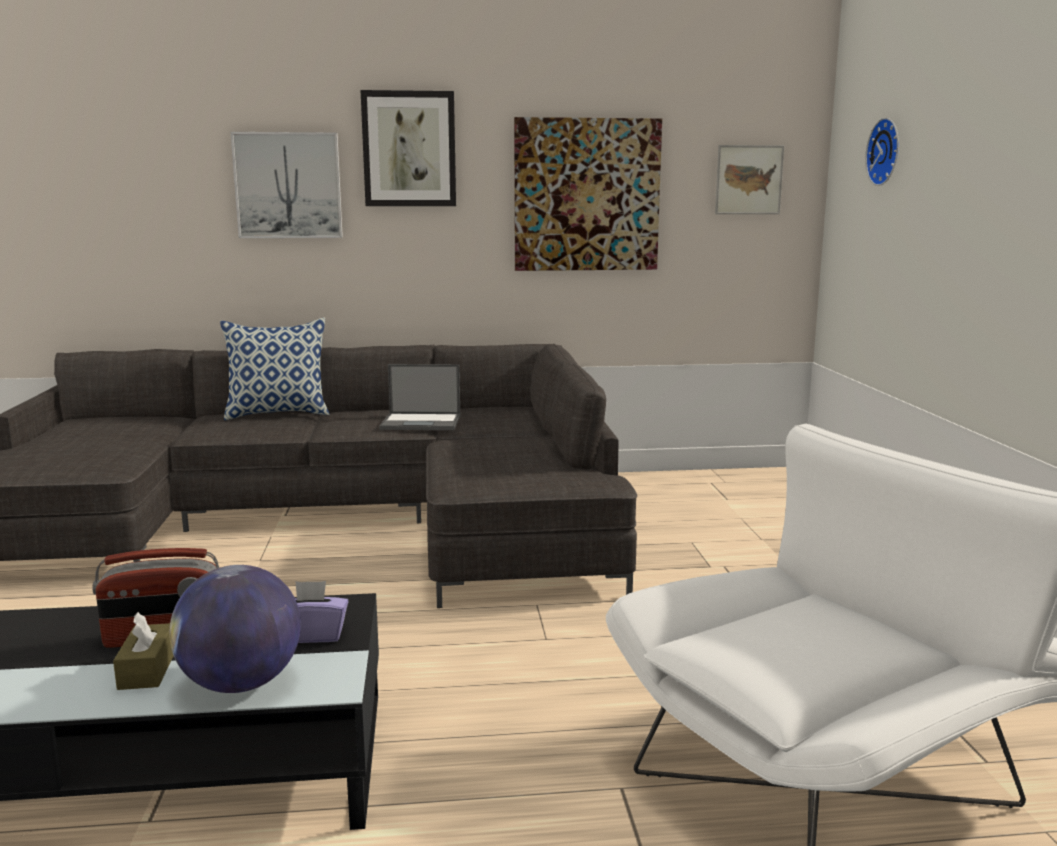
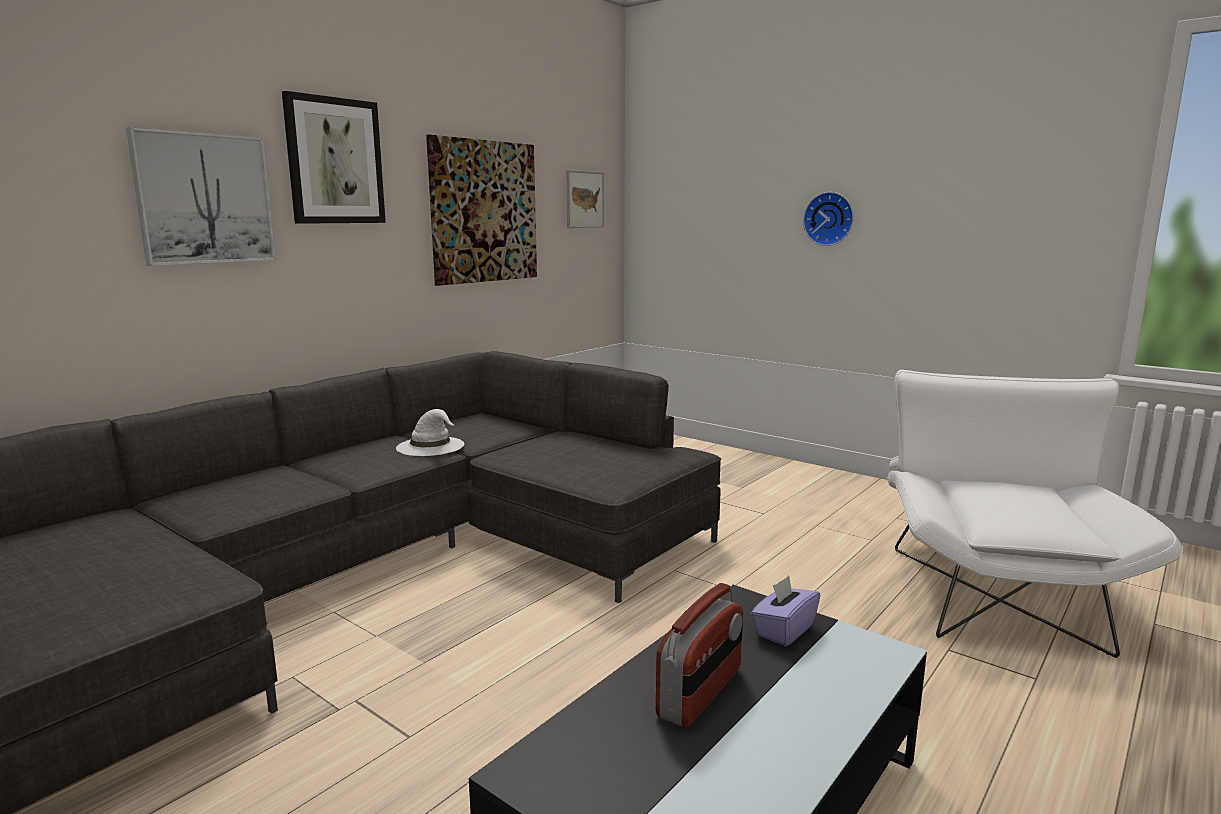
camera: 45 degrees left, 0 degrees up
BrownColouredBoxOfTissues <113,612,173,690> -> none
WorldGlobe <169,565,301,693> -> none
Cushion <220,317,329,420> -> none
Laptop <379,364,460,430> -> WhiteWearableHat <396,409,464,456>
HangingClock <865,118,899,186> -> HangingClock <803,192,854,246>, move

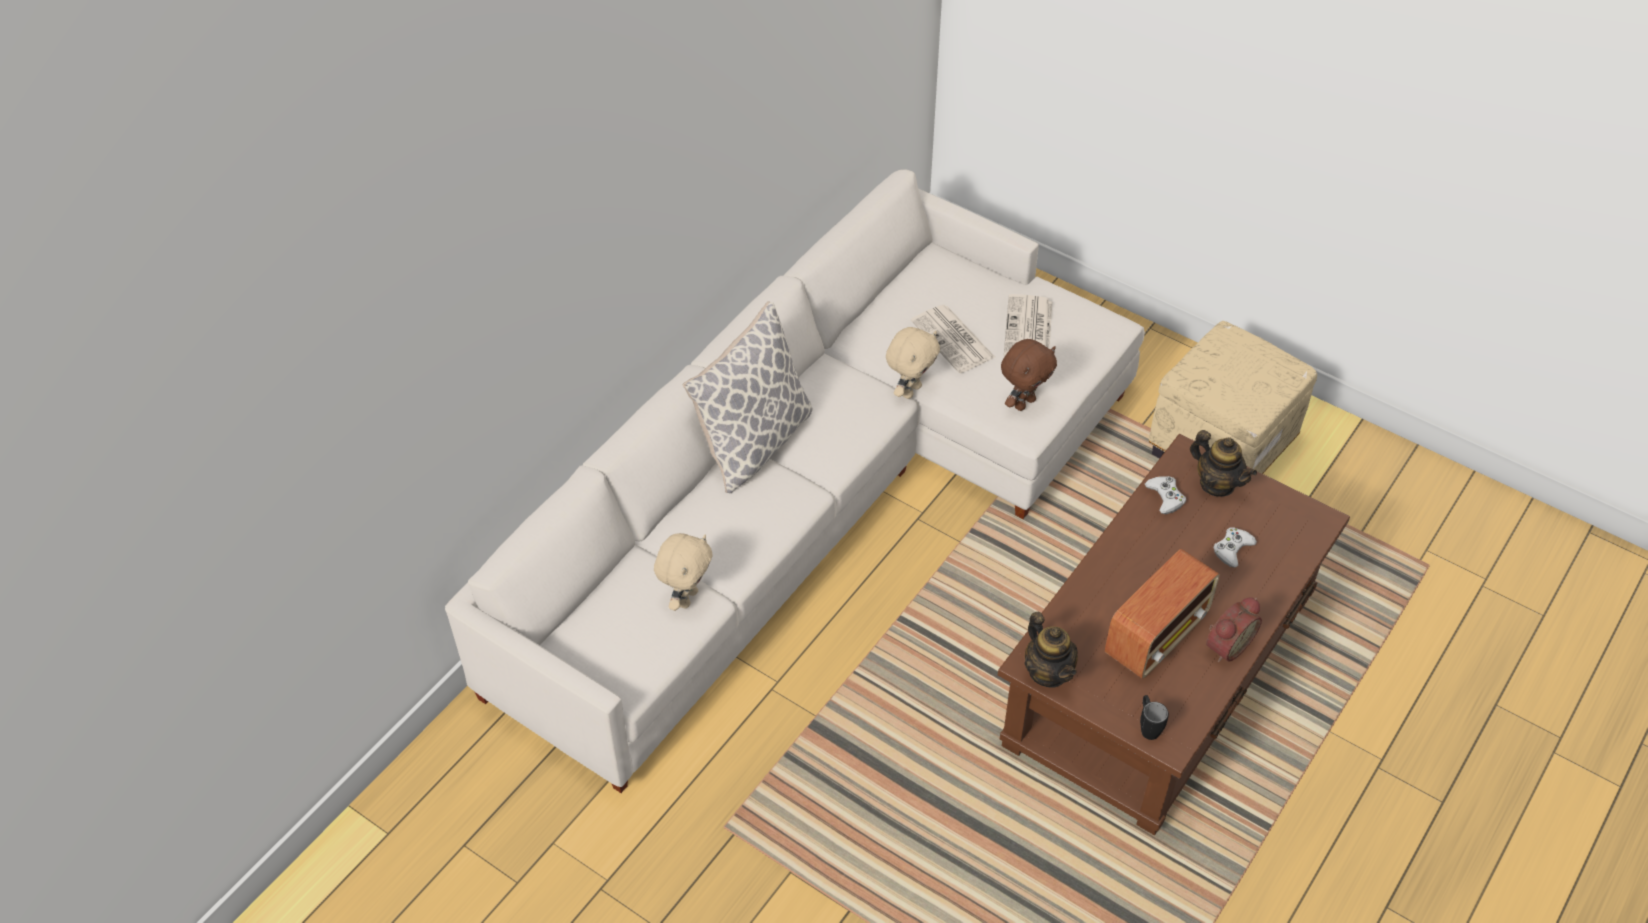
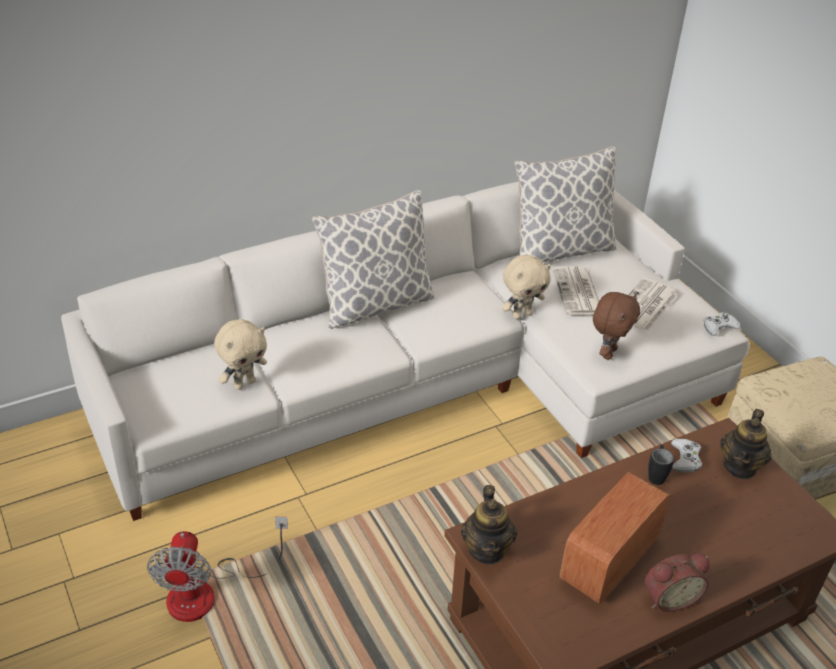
camera: 25 degrees right, 10 degrees down
BrownColouredSoftToy <1001,339,1057,411> -> BrownColouredSoftToy <593,292,640,360>, 45 degrees counterclockwise
RadioSet <1105,549,1220,679> -> RadioSet <560,472,670,604>, 150 degrees clockwise
BlackColouredCoffeeMug <1140,695,1169,740> -> BlackColouredCoffeeMug <648,445,674,485>, move
PotForTea <1190,430,1257,496> -> PotForTea <720,409,772,479>, 45 degrees clockwise
WhiteGameController <1213,528,1257,567> -> WhiteGameController <703,312,741,336>, move
none -> CoolingFan <147,517,288,622>
none -> Cushion <514,146,616,263>

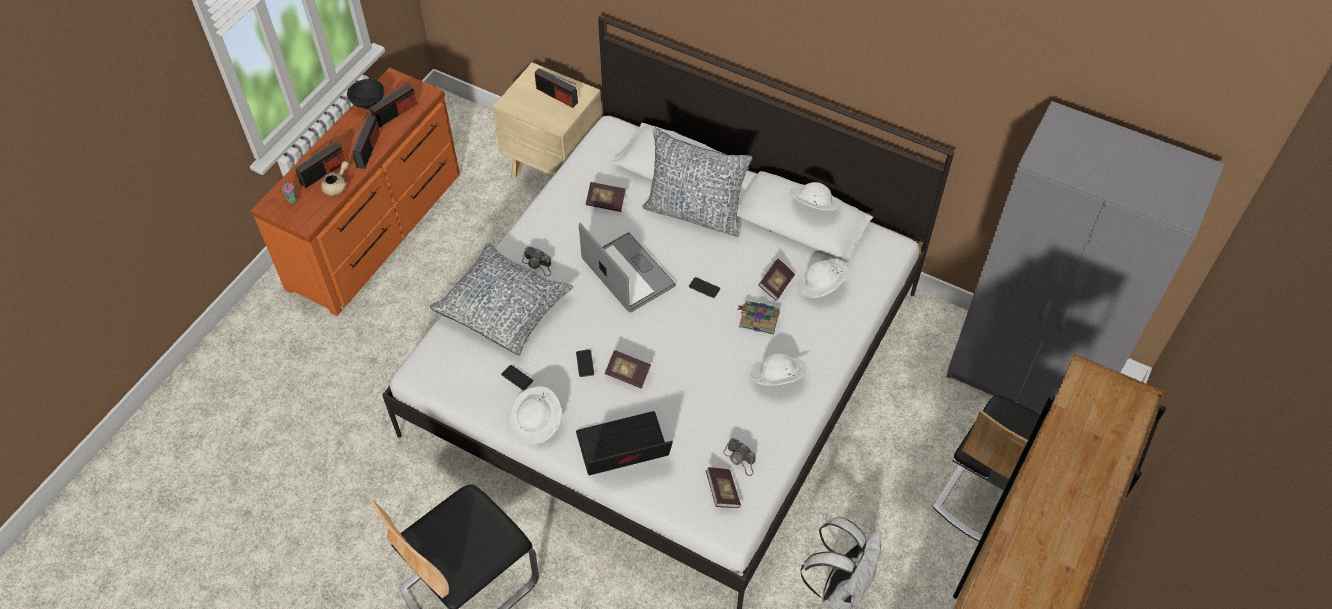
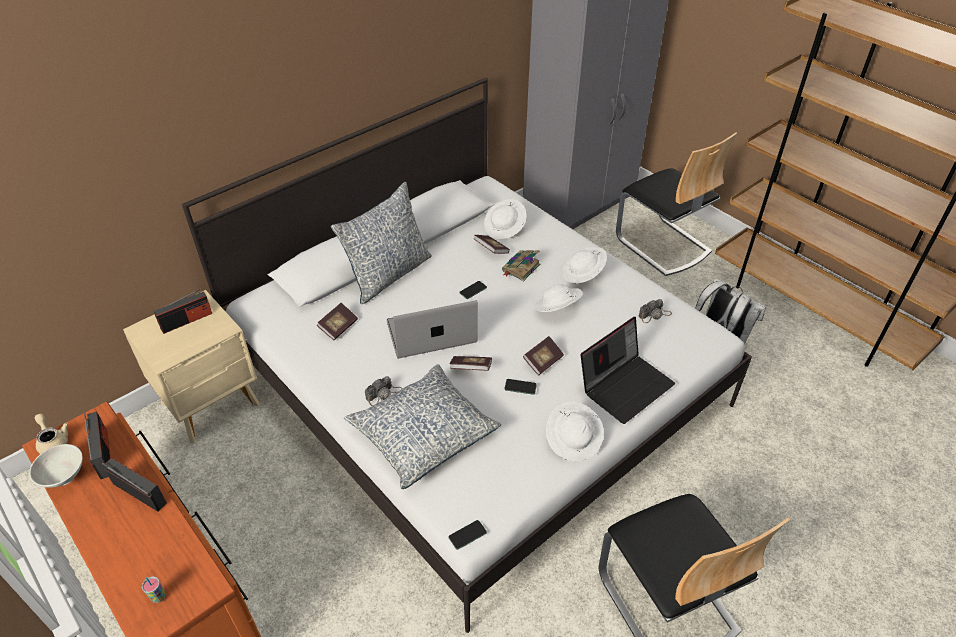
camera: 70 degrees left, 10 degrees down
RadioSet <295,139,345,189> -> none
SandColouredPotForTea <321,161,349,196> -> SandColouredPotForTea <35,413,68,454>, move
BlackColouredServingBowl <347,79,385,110> -> WhiteServingBowl <29,444,83,488>
Phone <501,365,533,390> -> Phone <448,520,487,550>, move
Laptop <576,411,673,475> -> Laptop <580,317,675,424>, 135 degrees counterclockwise
Volume <706,467,741,508> -> Volume <450,356,492,371>, move
WhiteWearableHat <790,182,841,210> -> WhiteWearableHat <534,284,583,312>, move

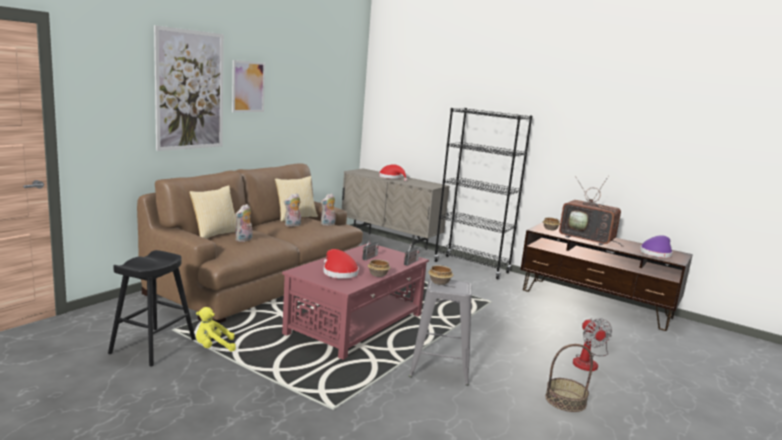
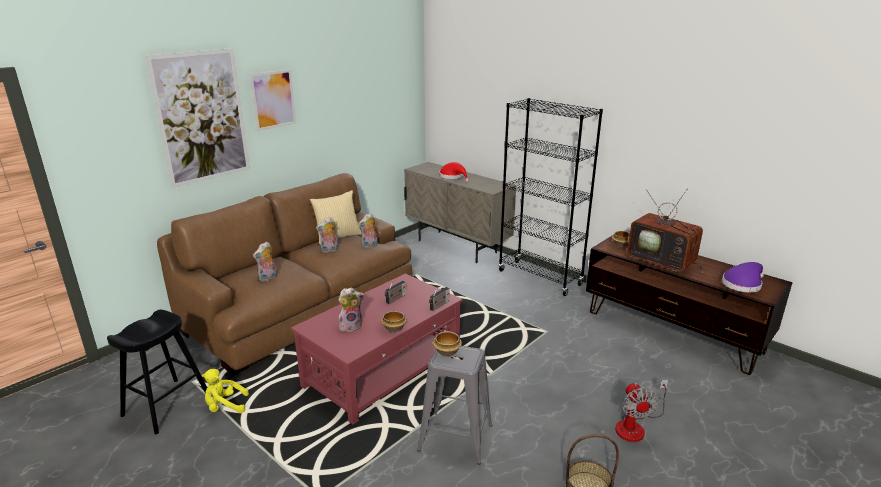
camera: 10 degrees right, 10 degrees up
Cushion <189,185,237,239> -> none
RedWearableHat <323,249,359,279> -> SoftToy <338,287,364,332>

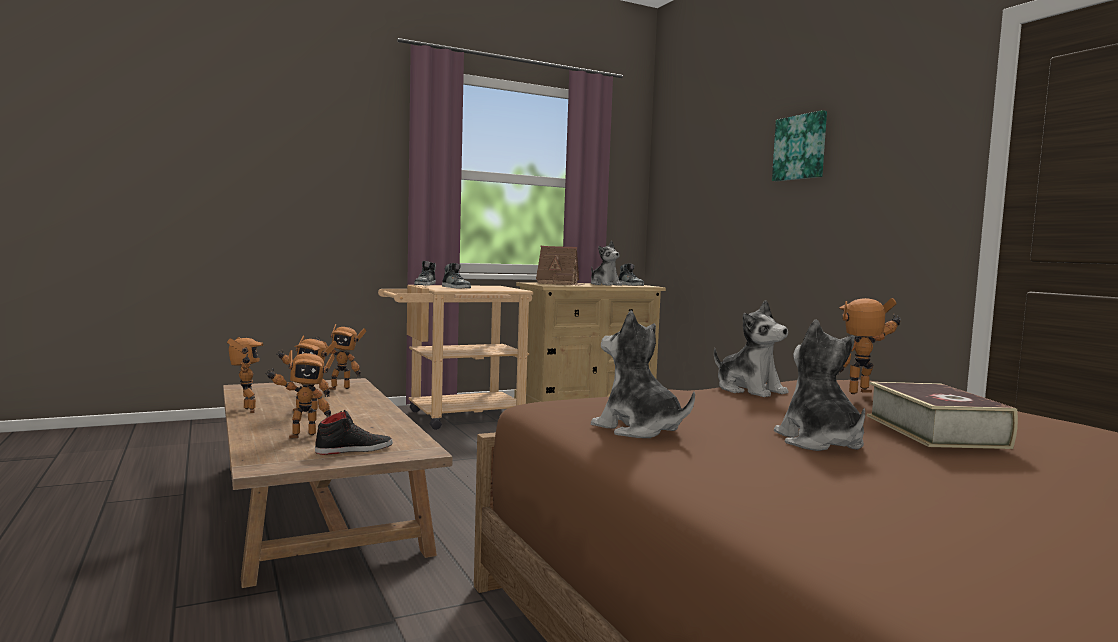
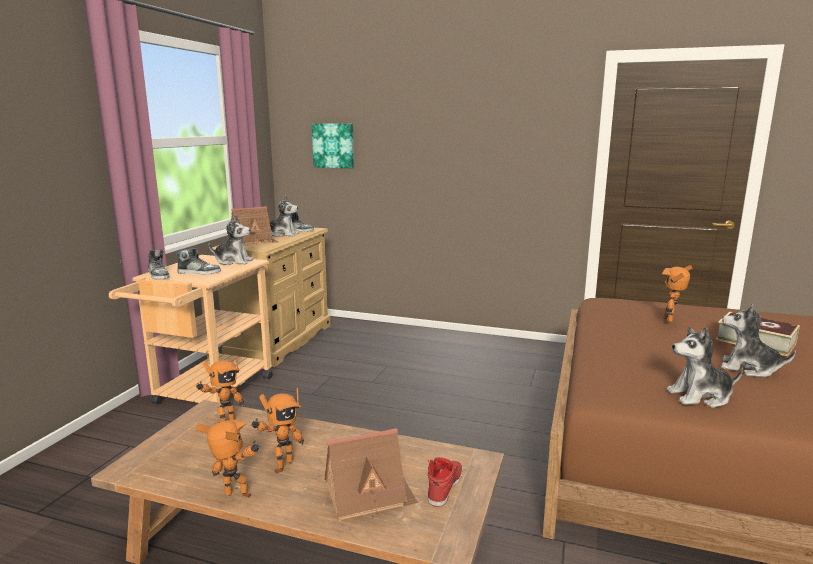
camera: 45 degrees left, 10 degrees up
ToyRobot <265,350,335,439> -> ModelHouse <324,428,418,521>
BlackColouredItemOfFootwear <315,410,393,455> -> RedItemOfFootwear <428,457,462,507>
SoftToy <714,300,788,397> -> SoftToy <208,215,253,265>, move
Picture <772,110,827,181> -> Picture <312,124,354,168>, move

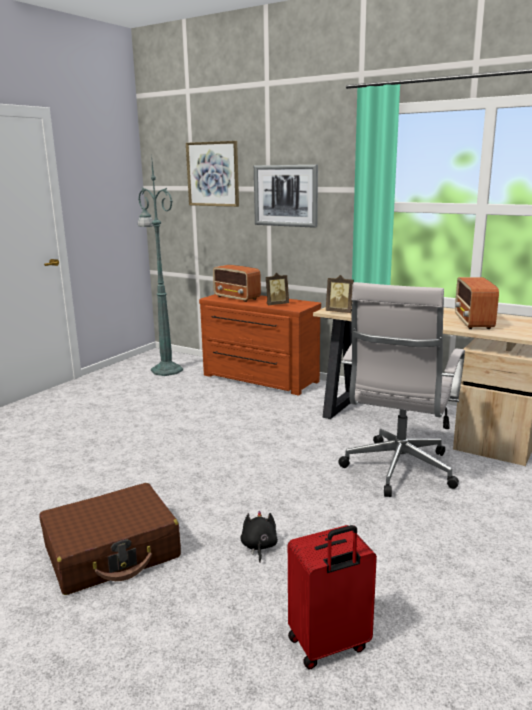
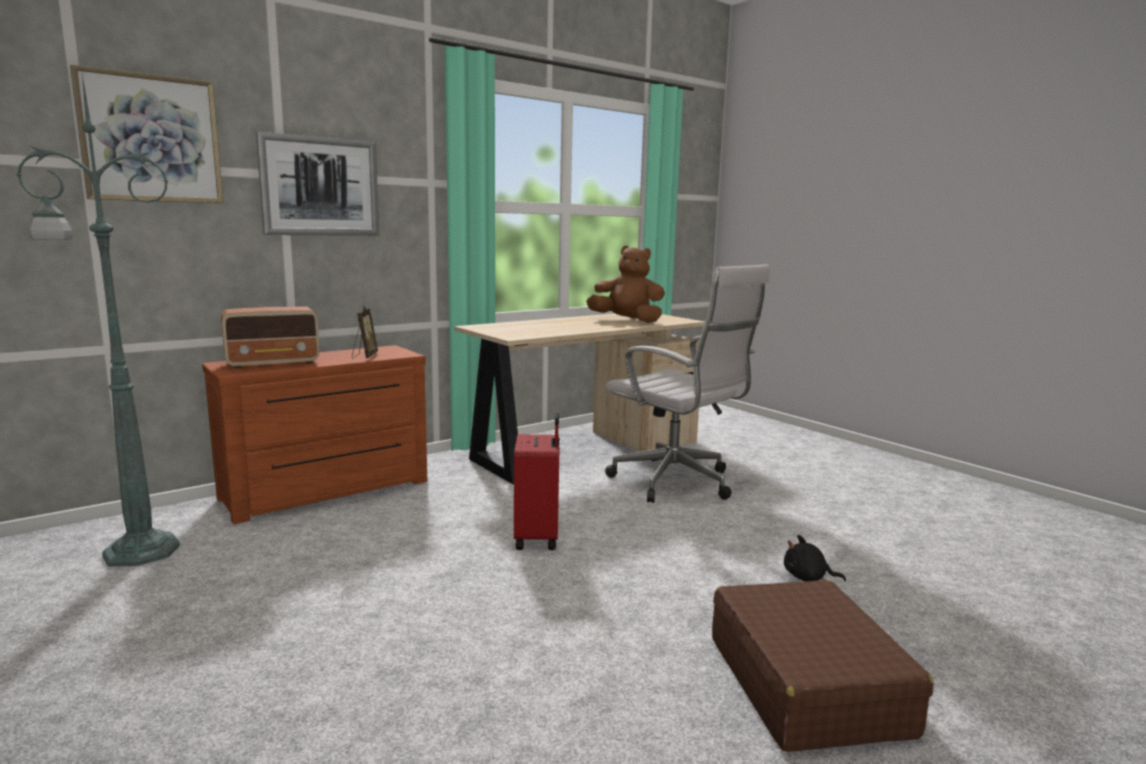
camera: 70 degrees left, 5 degrees down
RedPieceOfLuggage <288,525,377,669> -> RedPieceOfLuggage <514,412,560,550>, move
PictureFrame <326,275,354,313> -> none
RadioSet <455,277,499,329> -> BrownColouredSoftToy <586,246,665,323>

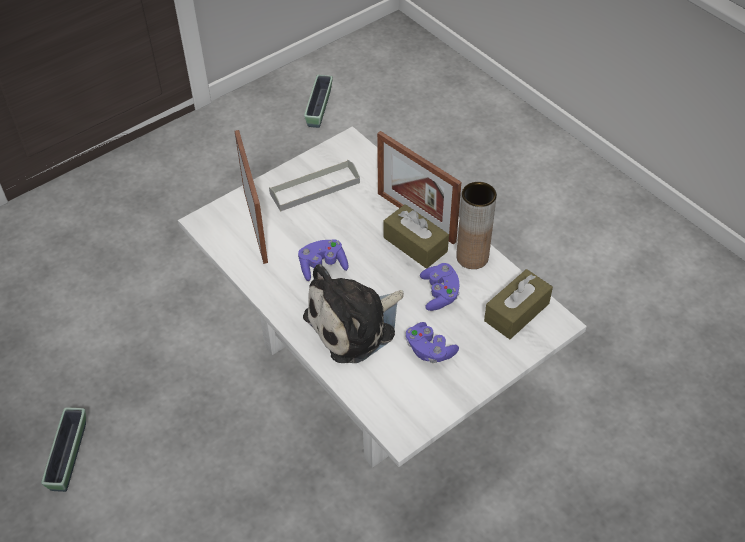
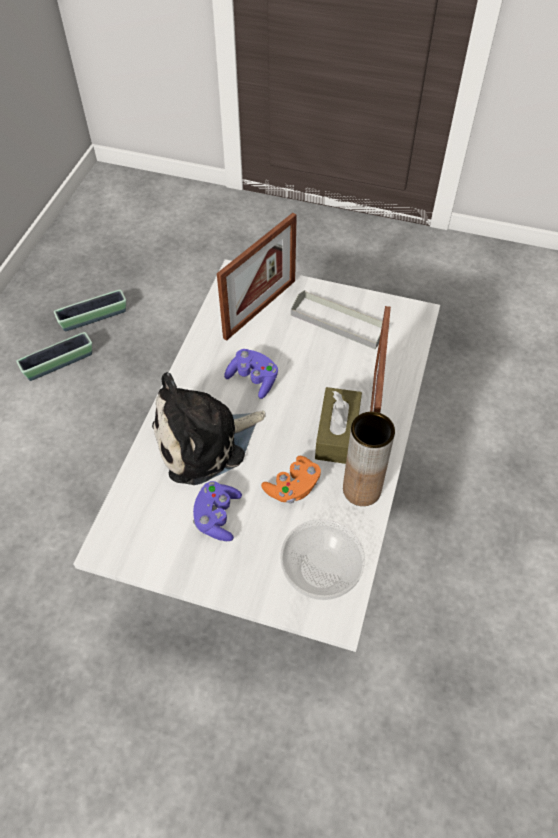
camera: 55 degrees right, 5 degrees up
SoftToy <303,264,404,363> -> SoftToy <152,372,266,485>, 45 degrees counterclockwise
FlowerPot <304,75,333,128> -> FlowerPot <54,289,126,332>, move
PurplishGameController <420,263,459,311> -> OrangeColouredGameController <261,456,321,504>
BrownColouredBoxOfTissues <484,269,553,339> -> ServingBowl <280,519,365,600>

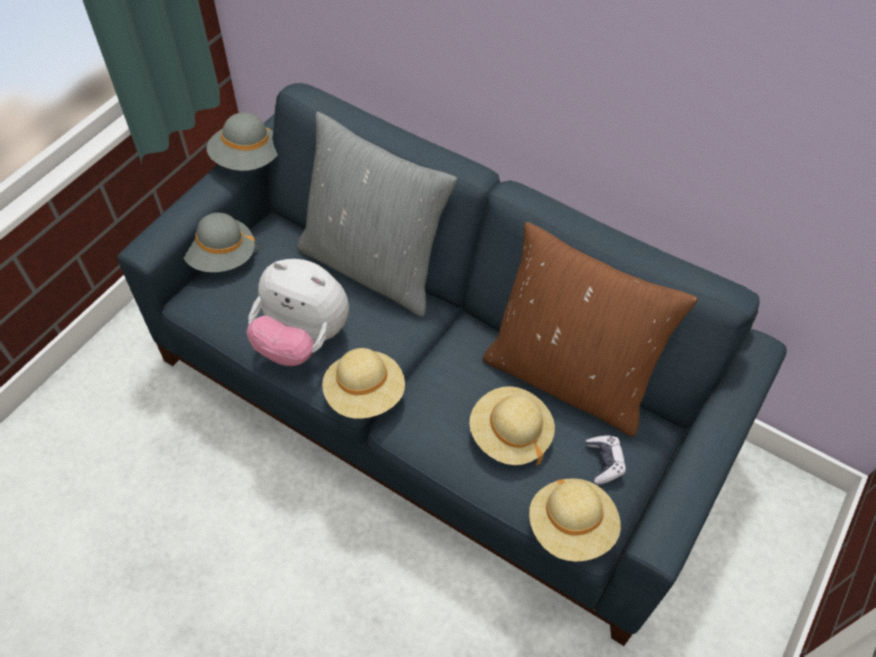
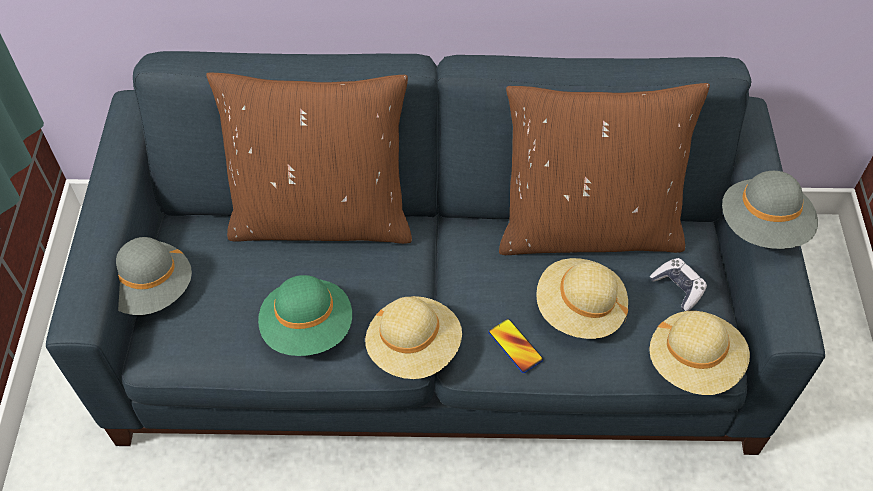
camera: 30 degrees left, 0 degrees up
GrayWearableHat <207,112,278,171> -> GrayWearableHat <722,171,818,249>, move
SoftToy <246,259,349,366> -> GreenishWearableHat <258,275,352,356>
GrayCushion <297,112,457,317> -> BrownColouredCushion <206,72,412,244>
none -> Phone <488,319,543,373>

